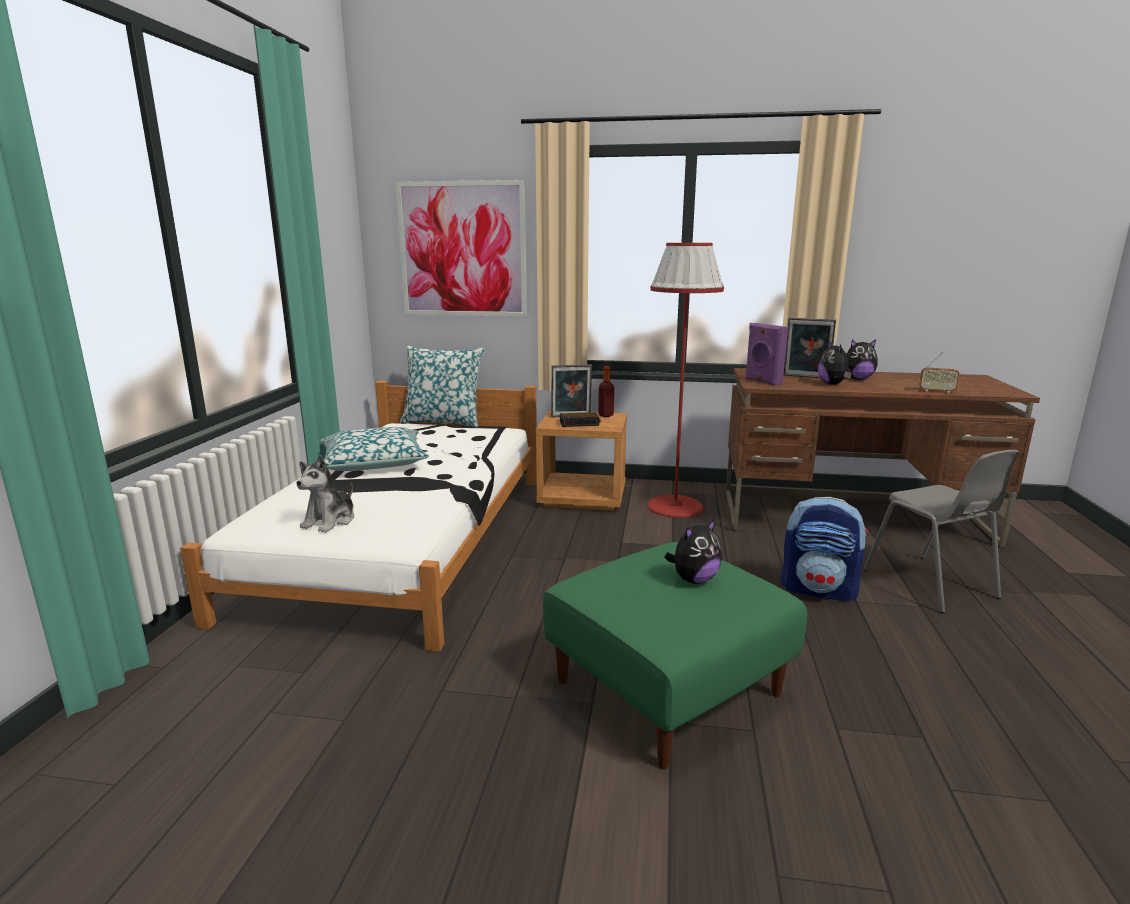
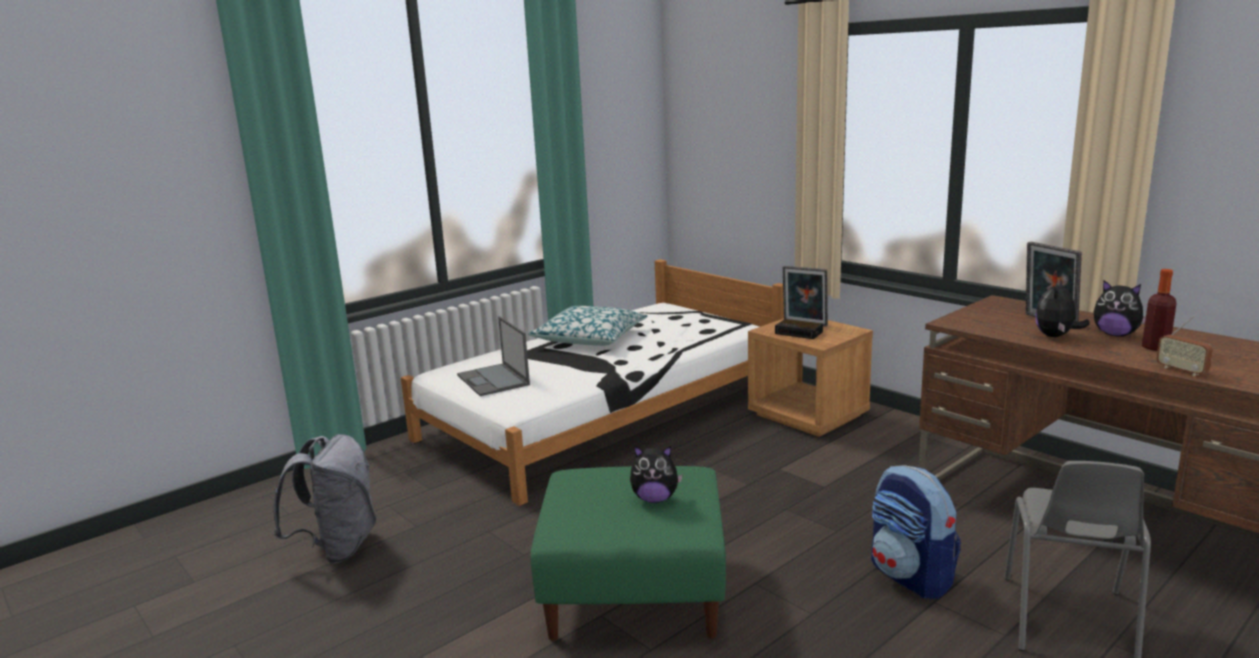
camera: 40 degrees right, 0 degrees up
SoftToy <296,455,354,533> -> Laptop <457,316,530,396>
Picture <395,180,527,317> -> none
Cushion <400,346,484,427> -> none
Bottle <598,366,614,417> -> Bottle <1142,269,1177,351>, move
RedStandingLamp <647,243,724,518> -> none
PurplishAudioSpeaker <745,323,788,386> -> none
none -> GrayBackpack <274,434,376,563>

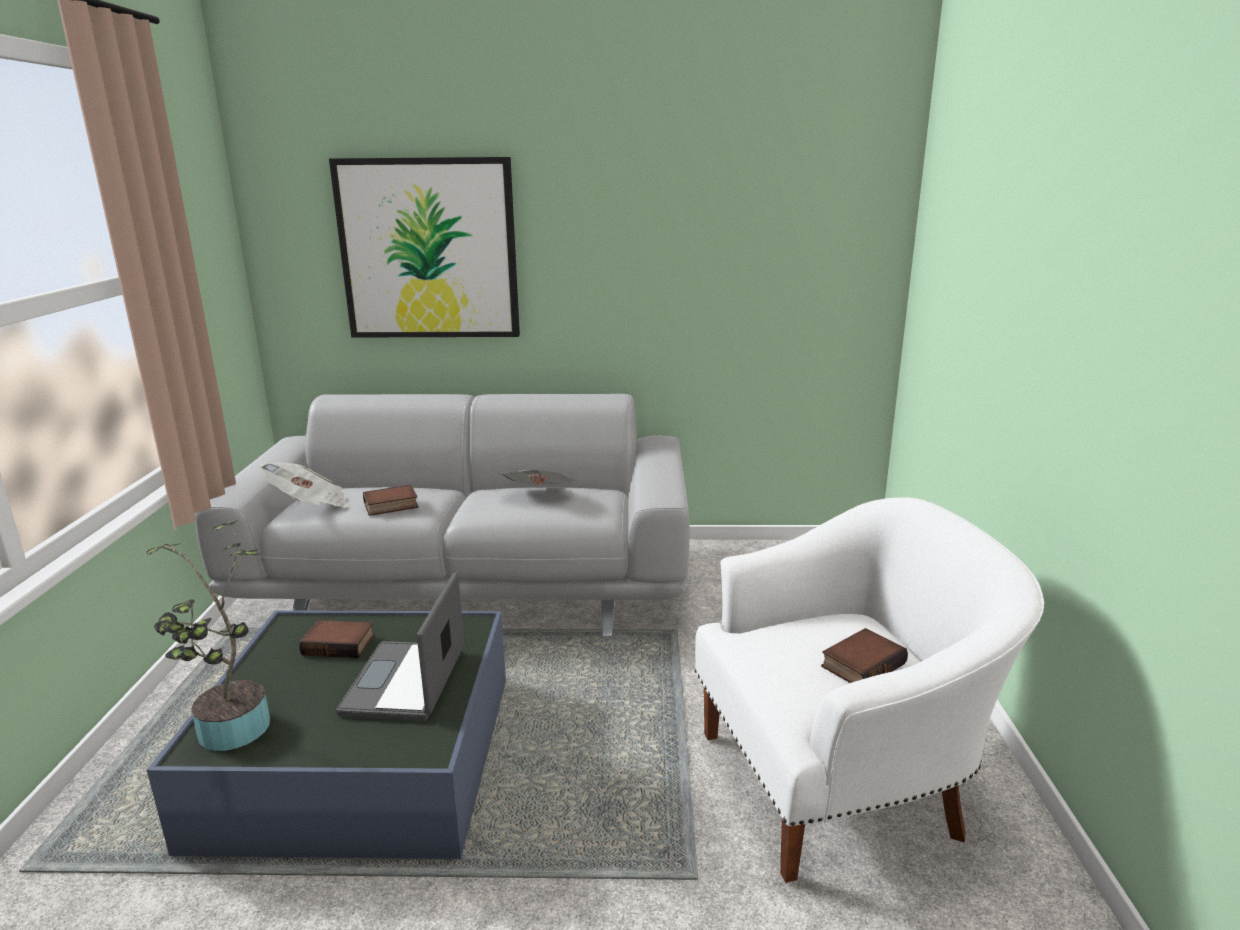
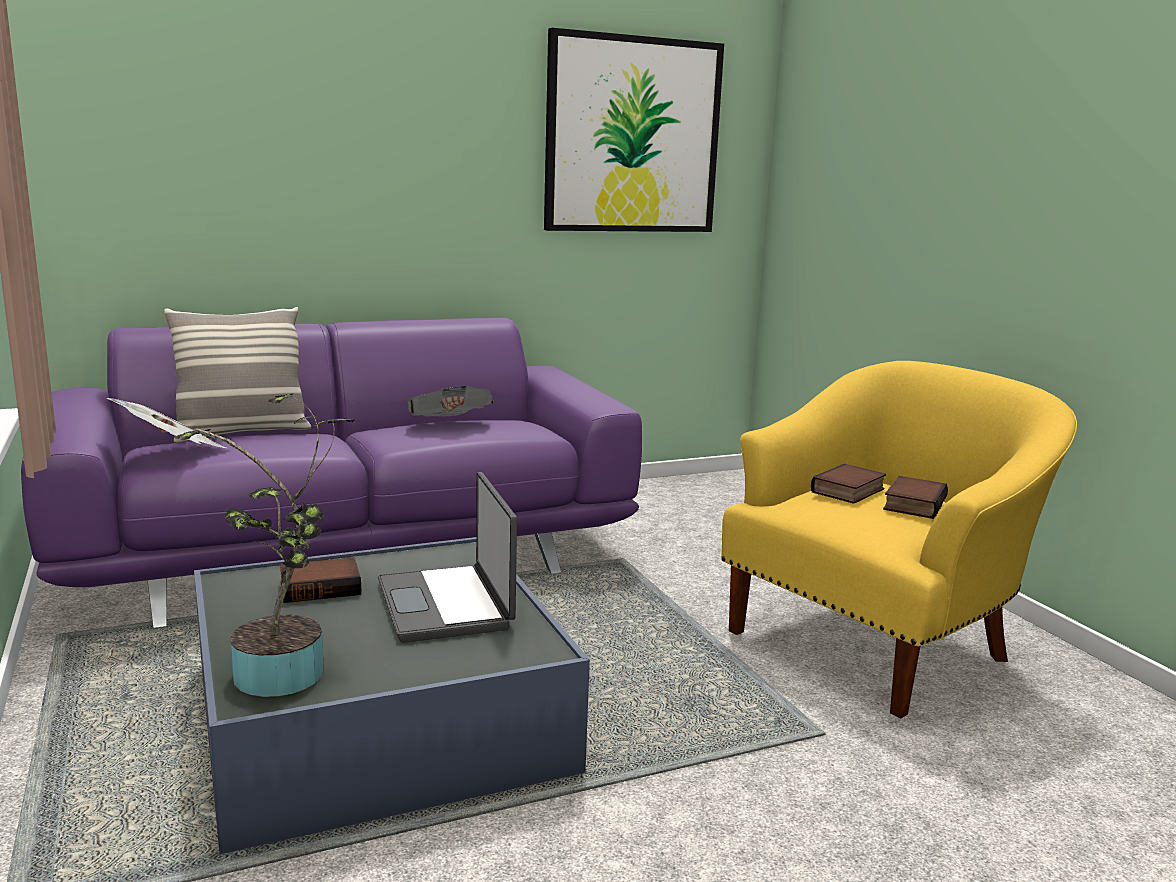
camera: 25 degrees left, 5 degrees down
GraySofa <195,394,690,636> -> PurplishSofa <21,317,642,628>
Picture <329,157,520,338> -> Picture <544,28,724,232>, move
Volume <363,485,418,516> -> Volume <811,464,886,504>, move
WhiteArmchair <695,497,1044,883> -> YellowishArmchair <721,361,1077,719>
none -> Cushion <164,307,311,443>

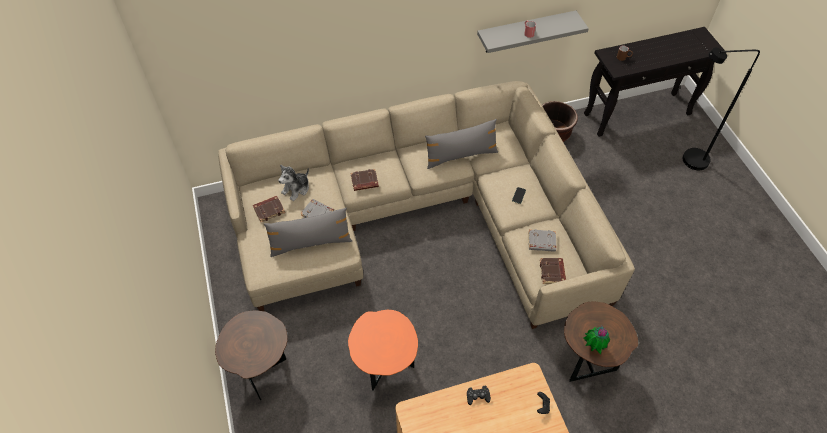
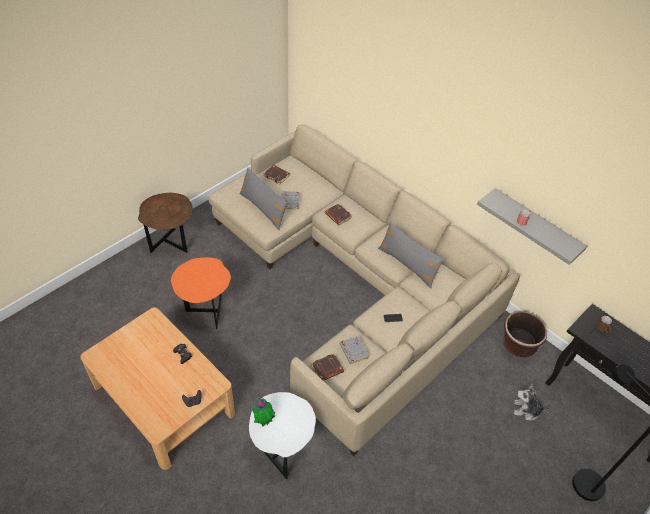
camera: 60 degrees right, 5 degrees down
SoftToy <278,165,309,201> -> SoftToy <514,384,550,420>, move
BrownColouredEndTable <564,301,638,382> -> WhiteEndTable <249,392,316,479>

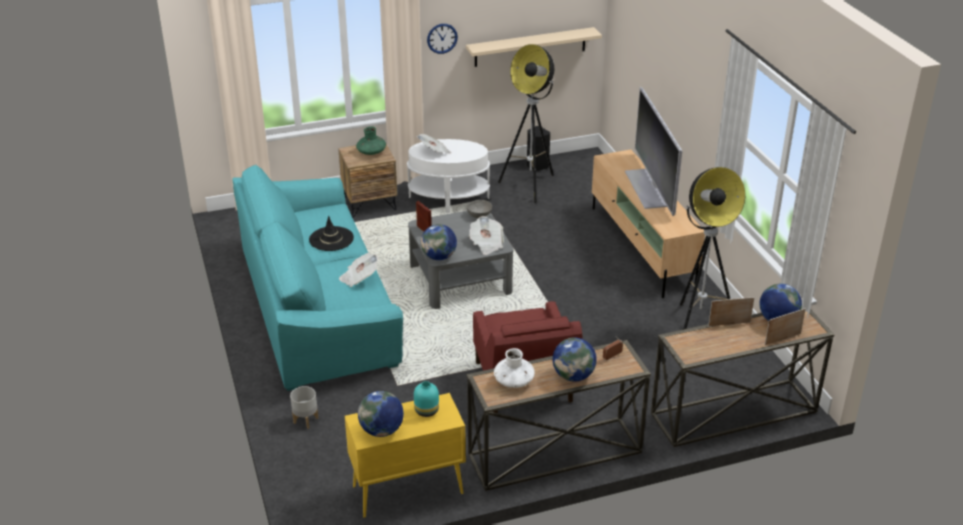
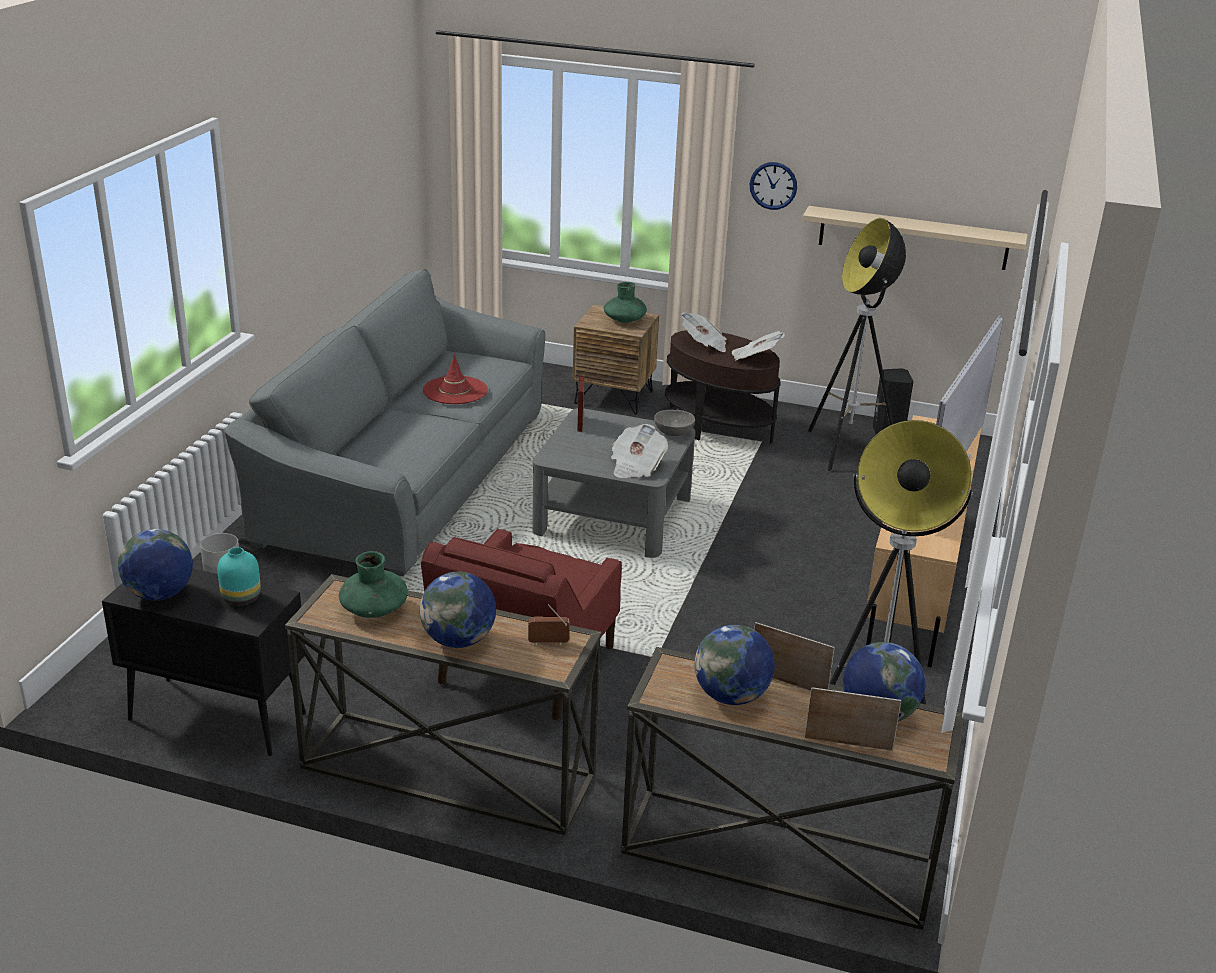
camera: 35 degrees right, 5 degrees down
TurquoiseColouredSofa <233,165,403,391> -> GraySofa <224,269,545,576>
BlackColouredWearableHat <309,216,354,251> -> RedWearableHat <423,354,488,404>
Newspaper <339,253,379,287> -> Newspaper <732,331,785,360>, move
YellowishCabinet <345,393,466,518> -> BlackColouredCabinet <102,569,306,756>
WhiteEndTable <407,139,490,213> -> BrownColouredEndTable <665,330,781,444>
WorldGlobe <421,224,457,260> -> WorldGlobe <695,625,775,705>, move
WhiteVase <494,348,535,388> -> GreenishVase <339,551,408,618>

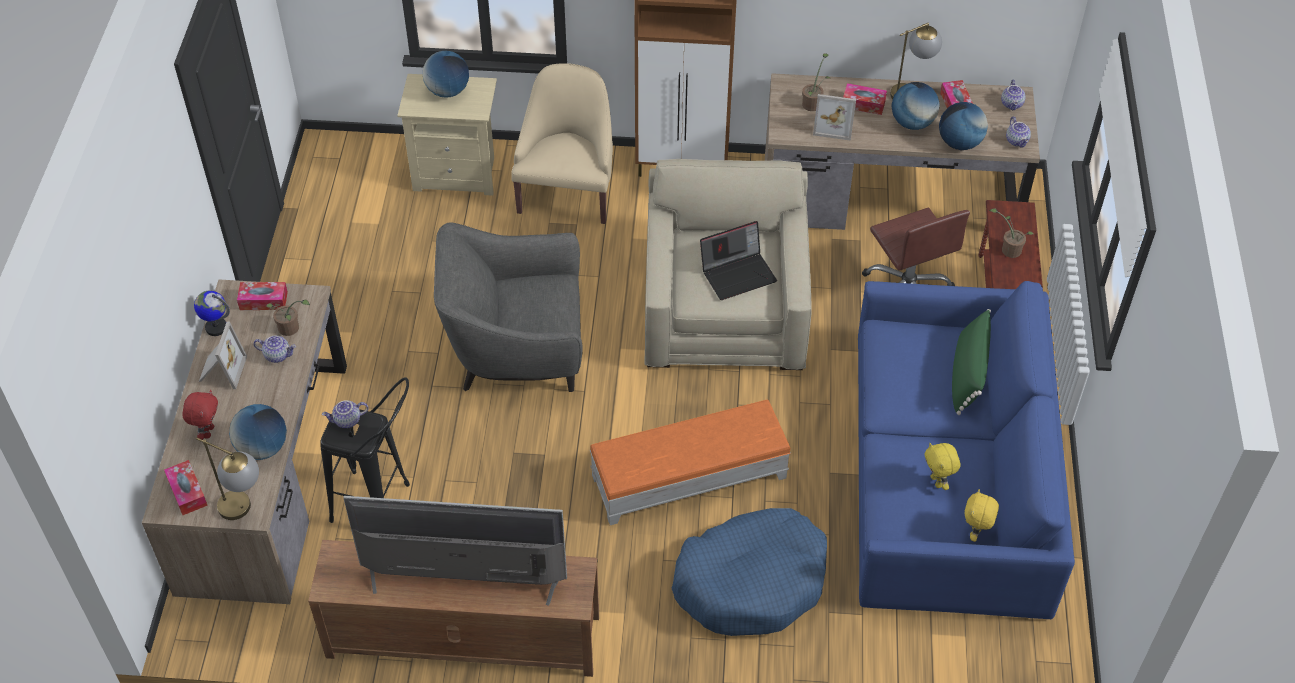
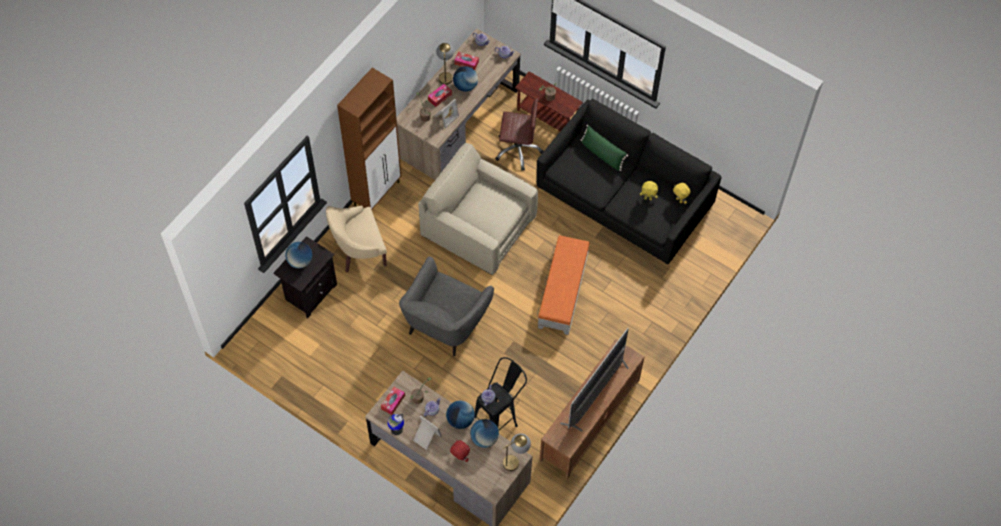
camera: 60 degrees left, 10 degrees up
BoxOfTissues <164,460,208,515> -> none
SandColouredNightTable <397,74,497,196> -> BlackColouredNightTable <273,236,337,318>
SandColouredArmchair <511,63,613,224> -> SandColouredArmchair <326,206,387,272>, 60 degrees counterclockwise
BlueDogCushion <672,508,827,636> -> none
Laptop <700,221,777,300> -> none
BlueSofa <858,281,1075,619> -> BlackColouredSofa <536,99,722,264>
WorldGlobe <939,102,988,150> -> WorldGlobe <446,400,475,429>, move

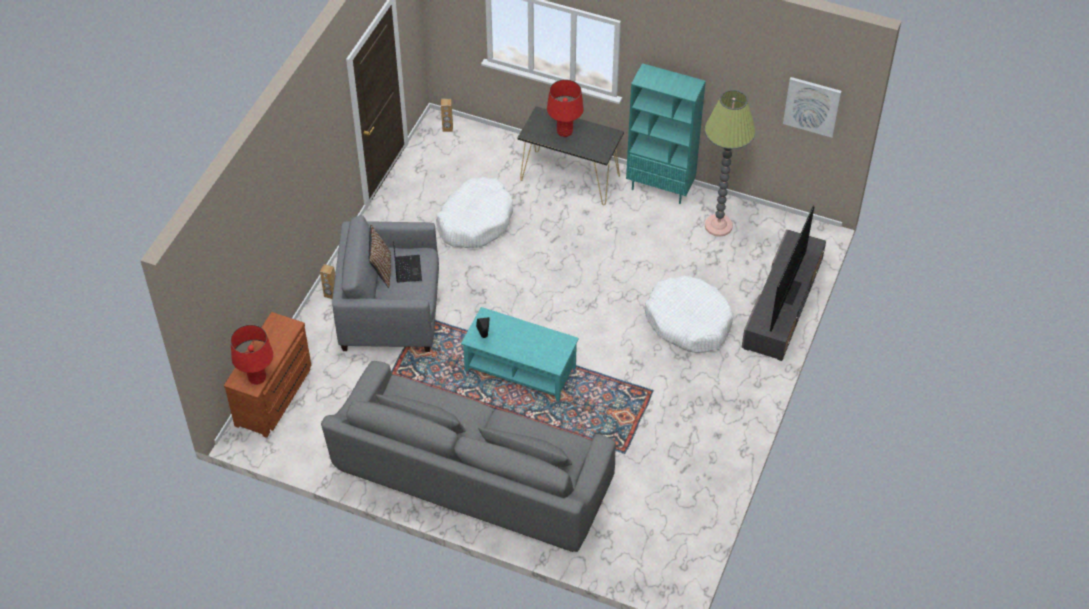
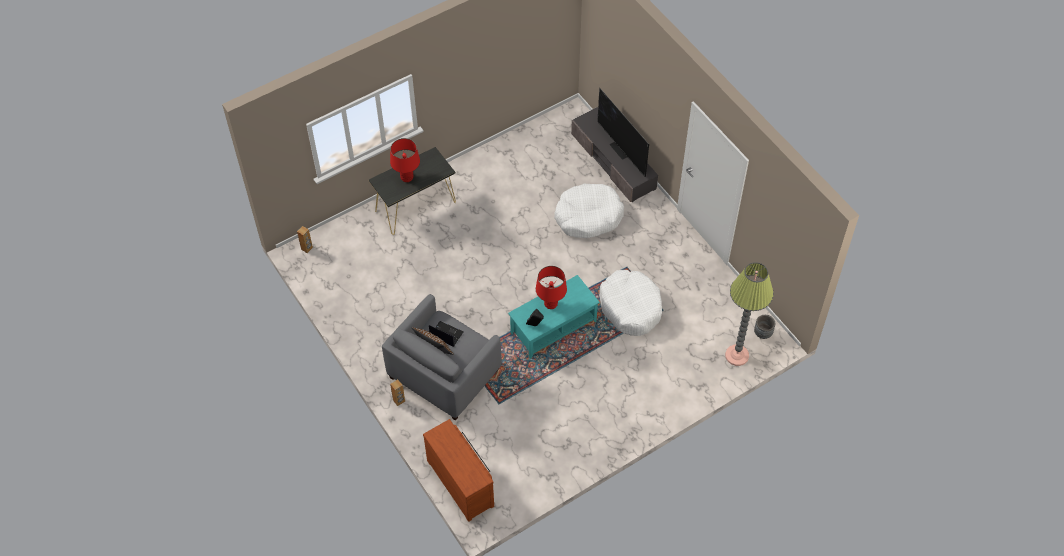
camera: 55 degrees left, 5 degrees up
RedLampForATable <230,325,273,385> -> RedLampForATable <536,266,567,309>, move
GraySofa <321,361,616,552> -> none
WhiteDogCushion <436,177,513,248> -> WhiteDogCushion <599,270,662,336>, move
TurquoiseColouredBookcase <626,63,706,204> -> none
StandingLamp <705,90,756,237> -> StandingLamp <725,262,774,366>, move
Picture <783,77,841,138> -> none
none -> GrayFlowerPot <754,315,775,339>

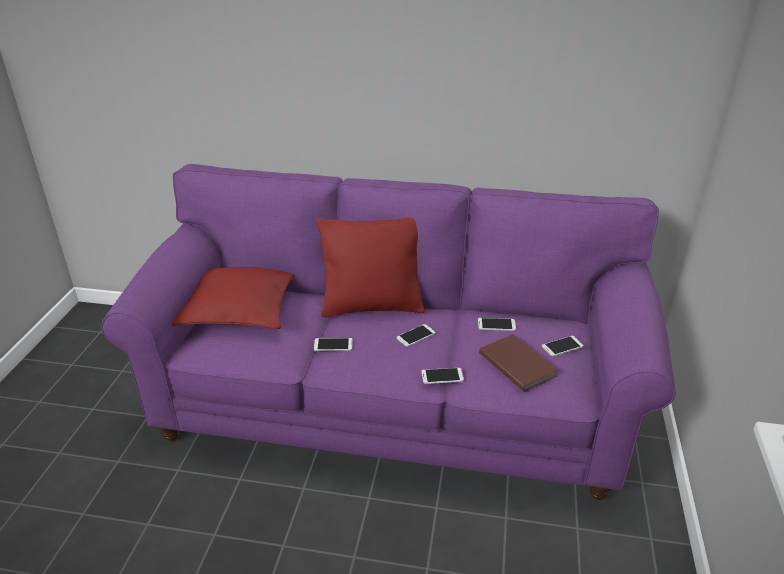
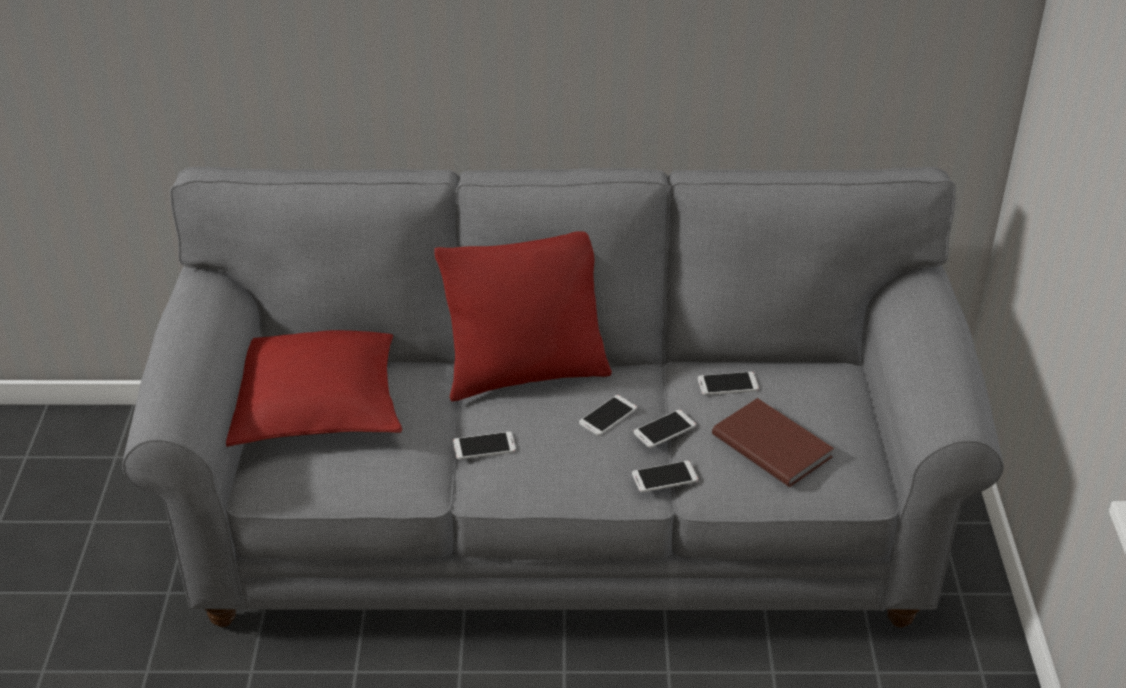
camera: 10 degrees left, 5 degrees up
PurplishSofa <101,164,676,500> -> GraySofa <122,167,1004,628>
Phone <542,336,584,356> -> Phone <633,410,696,448>, move

